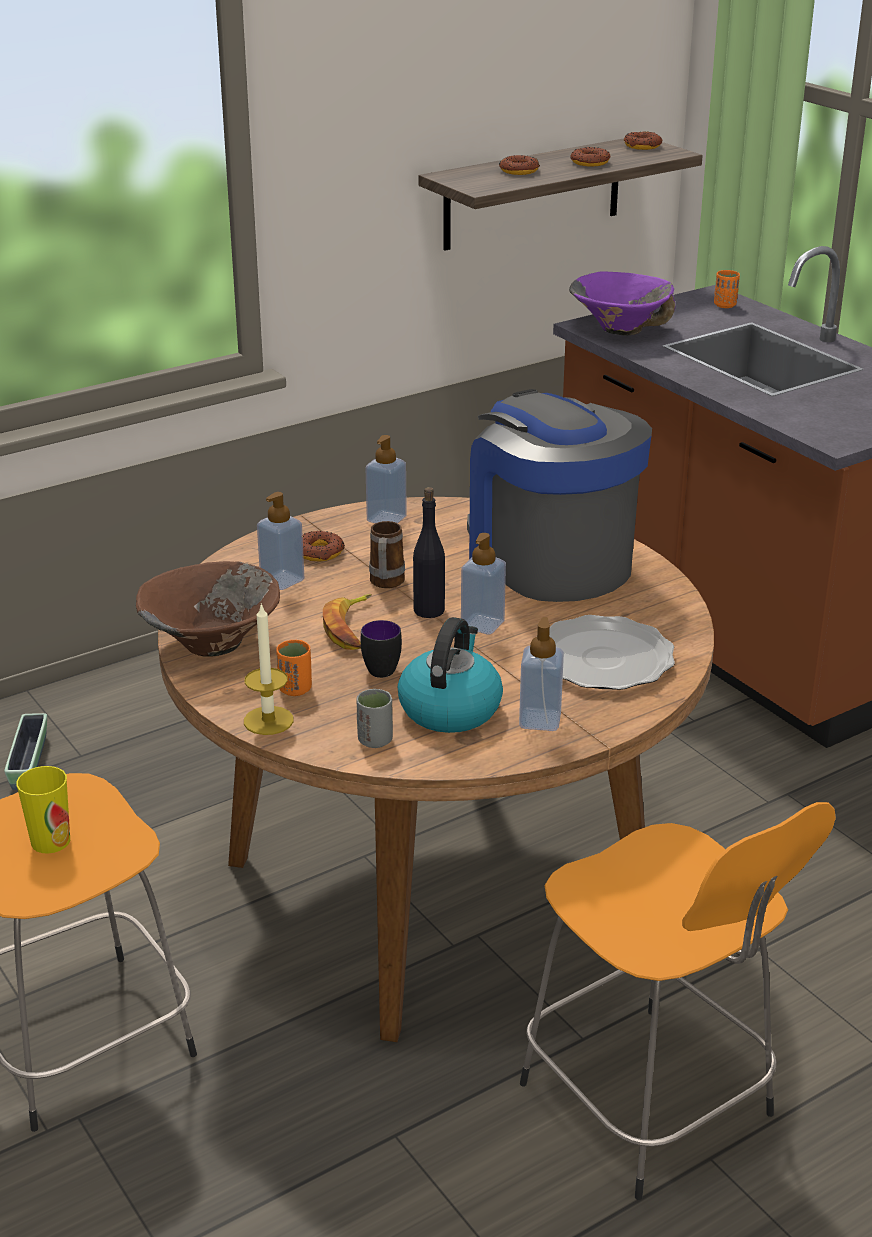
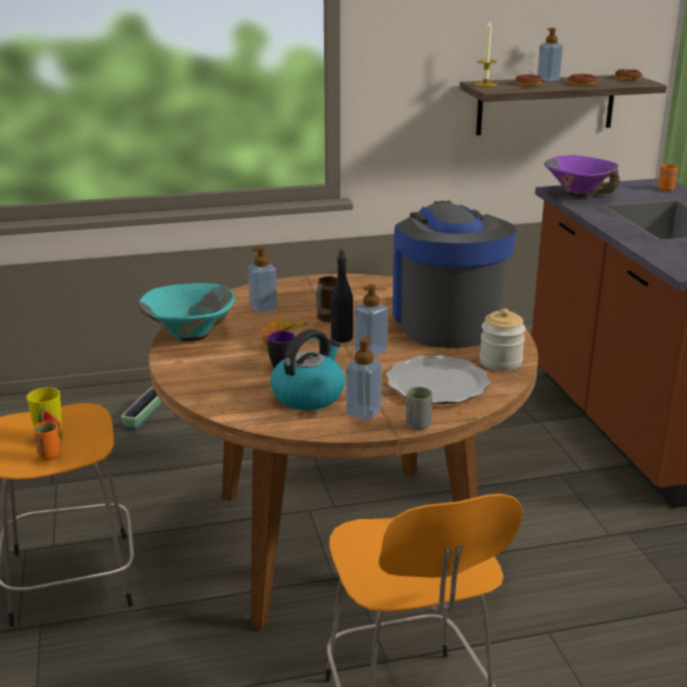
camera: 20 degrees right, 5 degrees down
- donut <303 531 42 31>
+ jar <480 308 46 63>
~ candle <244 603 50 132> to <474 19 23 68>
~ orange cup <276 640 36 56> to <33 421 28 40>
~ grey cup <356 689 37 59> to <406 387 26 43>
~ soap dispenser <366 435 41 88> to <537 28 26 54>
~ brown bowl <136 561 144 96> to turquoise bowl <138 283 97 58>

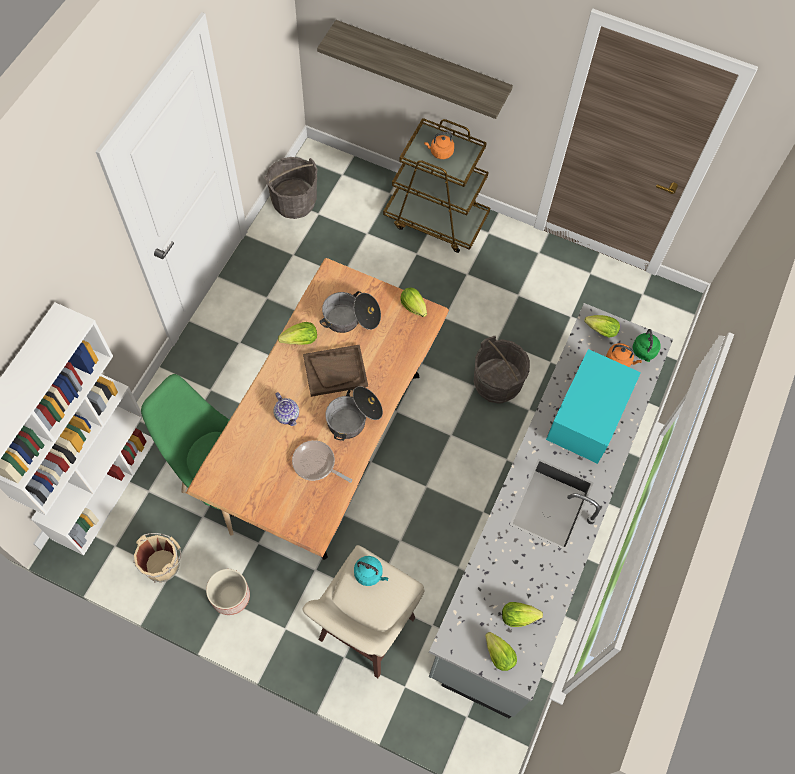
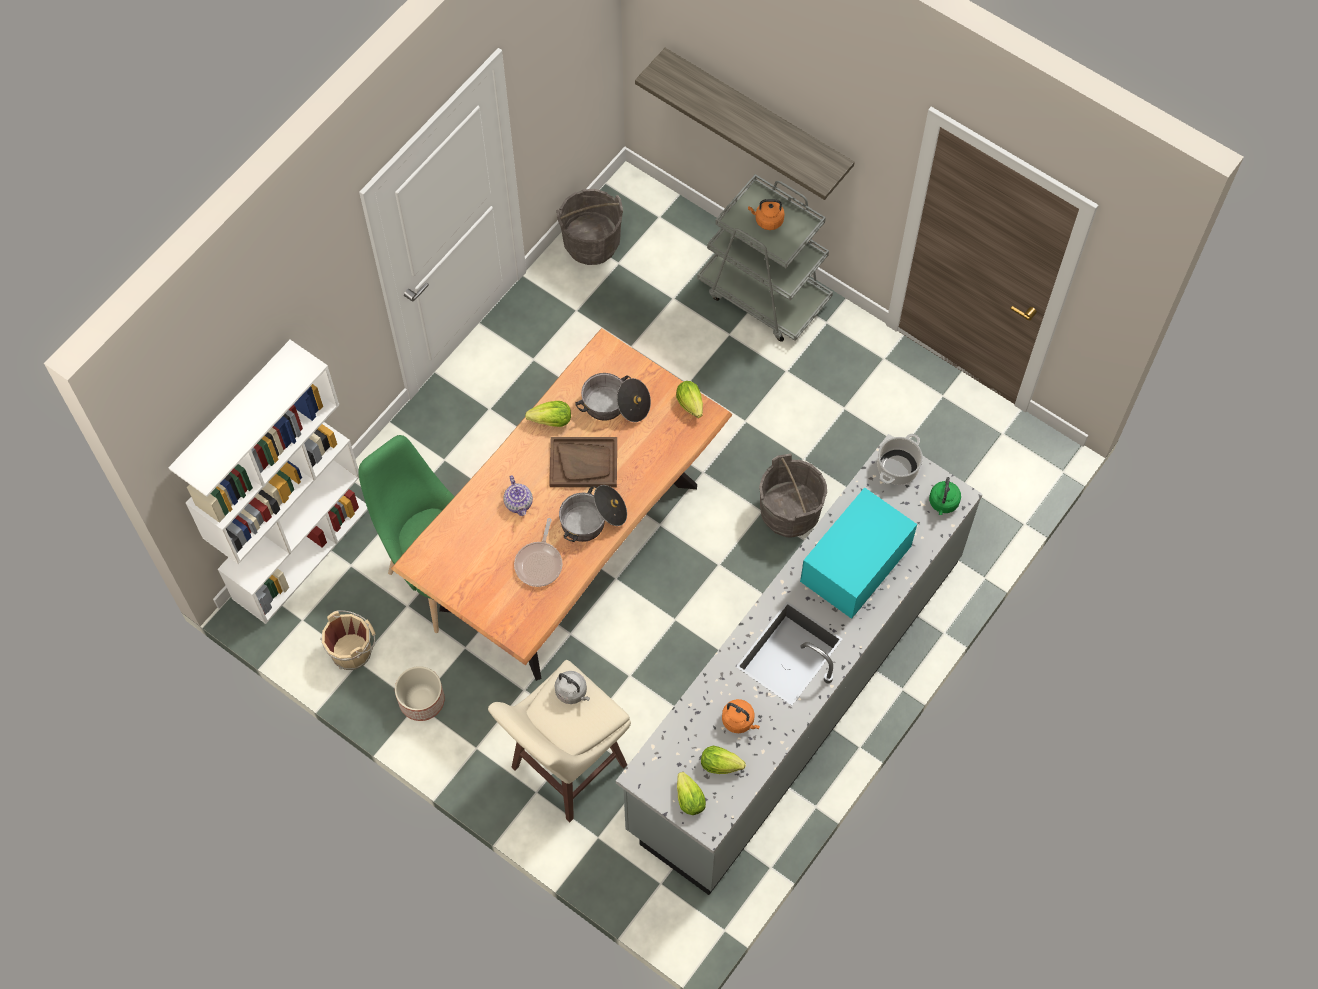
camera: 15 degrees right, 0 degrees up
~ orange kettle <606 343 36 24> to <722 699 38 34>
~ lettuce <584 315 36 22> to cooking pot <877 434 46 51>
~ turquoise kettle <354 556 34 30> to grey kettle <555 671 35 33>
~ brown cart <383 118 107 135> to grey cart <697 174 136 168>
~ frying pan <292 440 60 43> = <514 518 49 69> 120 degrees counterclockwise

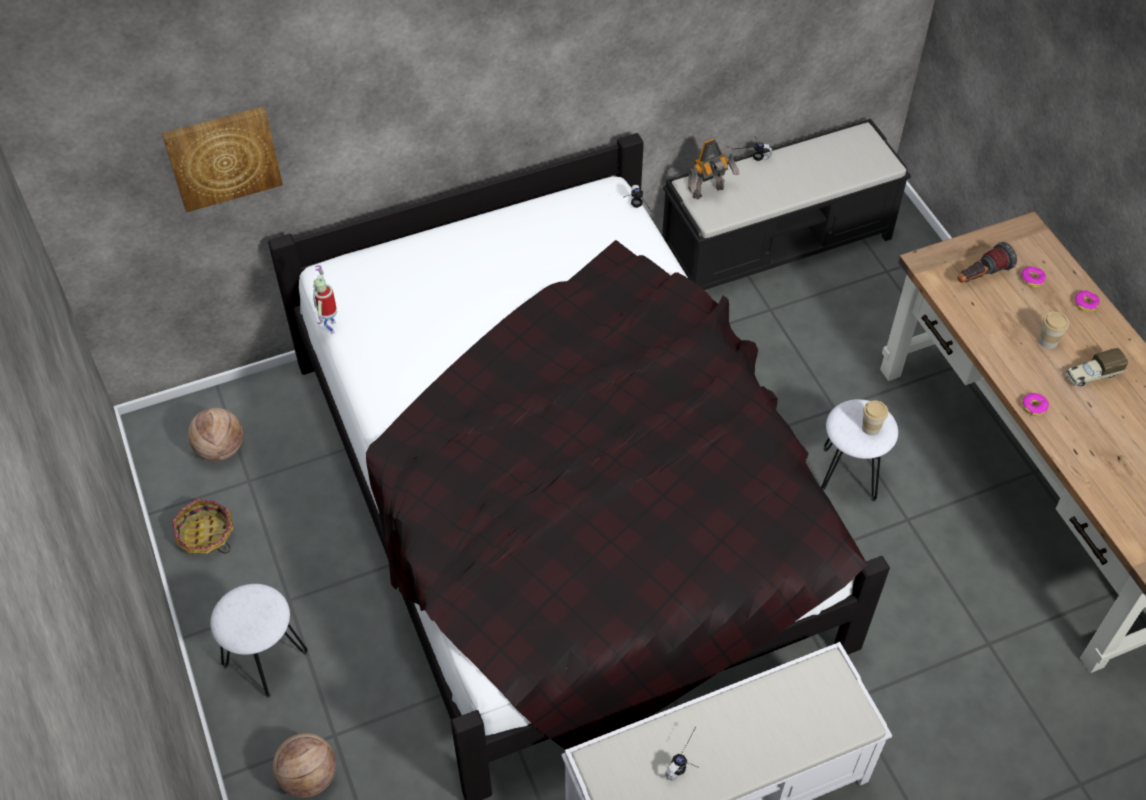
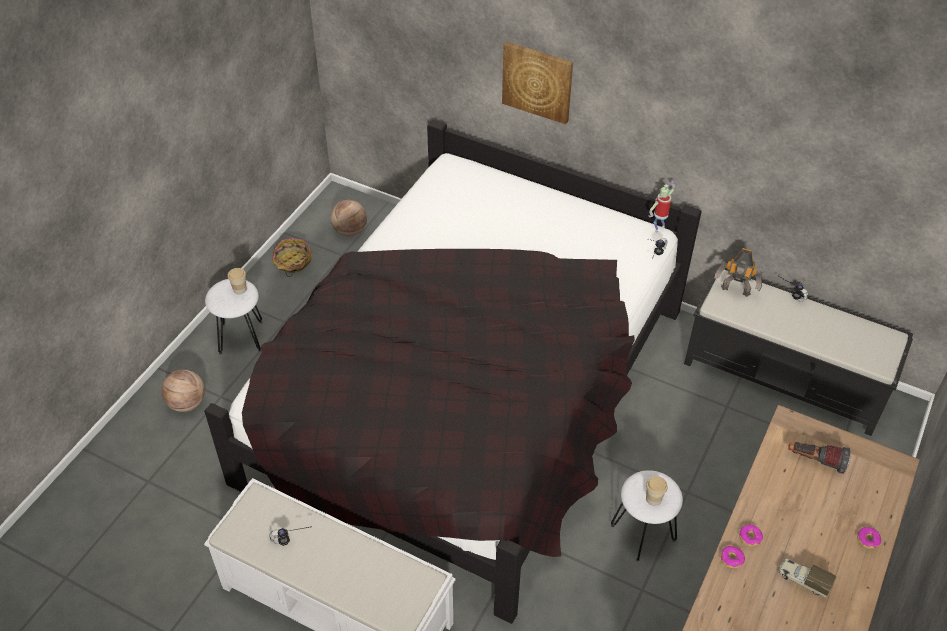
camera: 50 degrees right, 5 degrees down
~ picture <162 106 121 106> to <502 41 71 83>
~ toy robot <313 265 24 69> to <648 181 27 51>
~ donut <1020 266 26 21> to <739 524 24 23>
~ cup <1039 312 30 37> to <228 268 19 27>

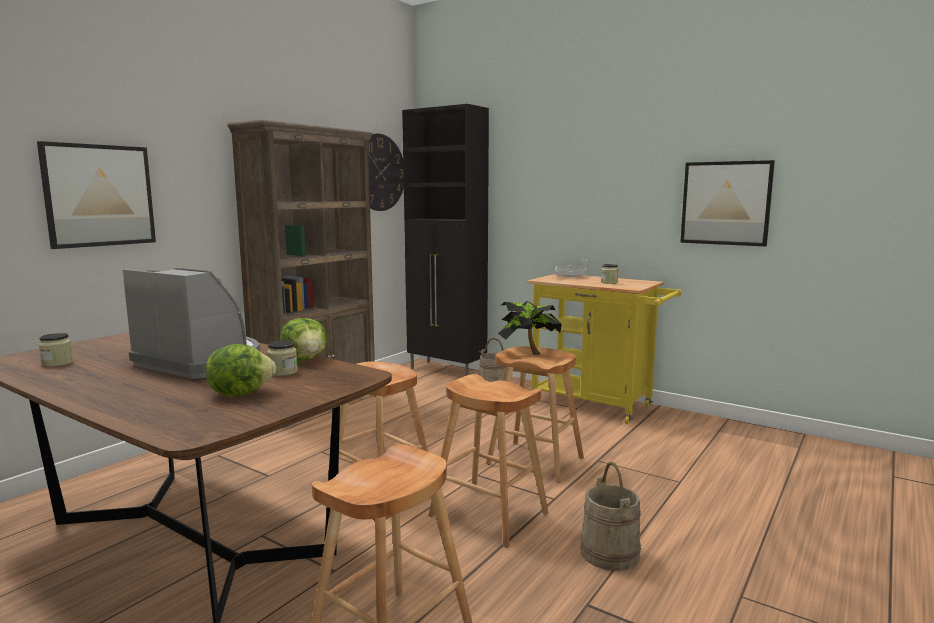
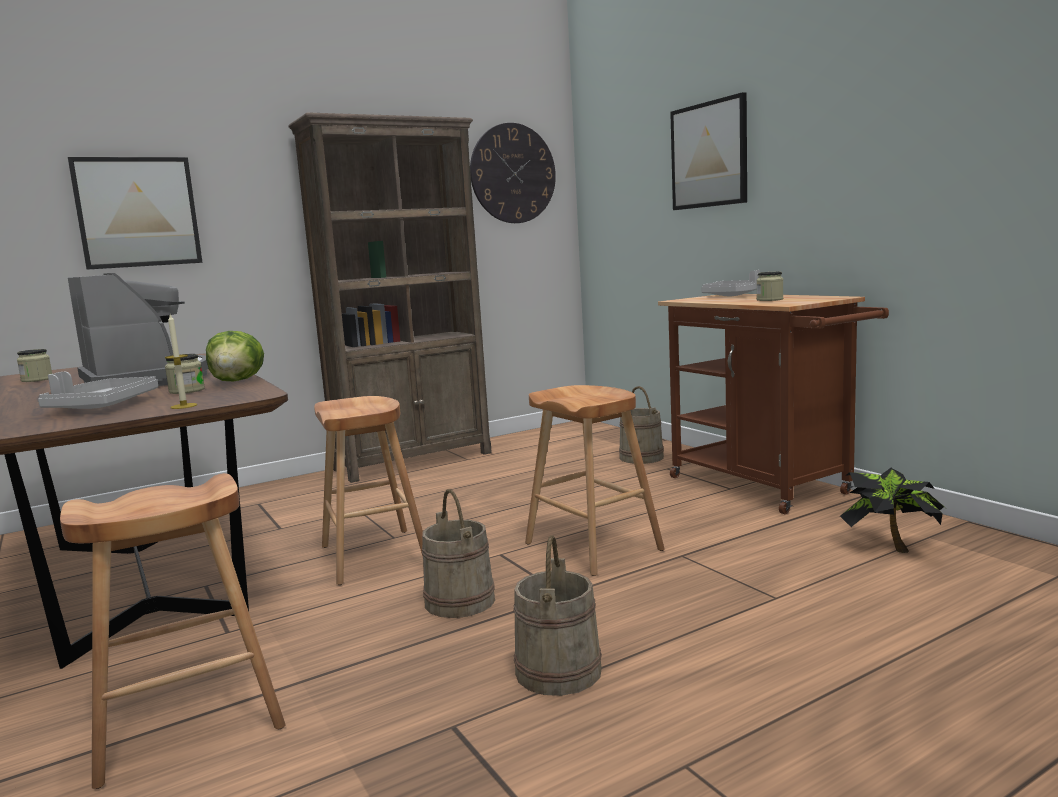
camera: 25 degrees right, 0 degrees up
- black cabinet <402 104 87 272>
+ candle <165 314 32 95>
~ potted plant <498 301 64 54> to <840 468 104 85>
~ picture <680 160 95 87> to <670 92 77 118>
~ lettuce <206 344 70 53> to grey tray <38 372 120 37>
~ brown stool <429 374 120 174> to beige bucket <422 489 73 129>
~ yellow cart <527 274 155 150> to brown cart <658 294 231 220>

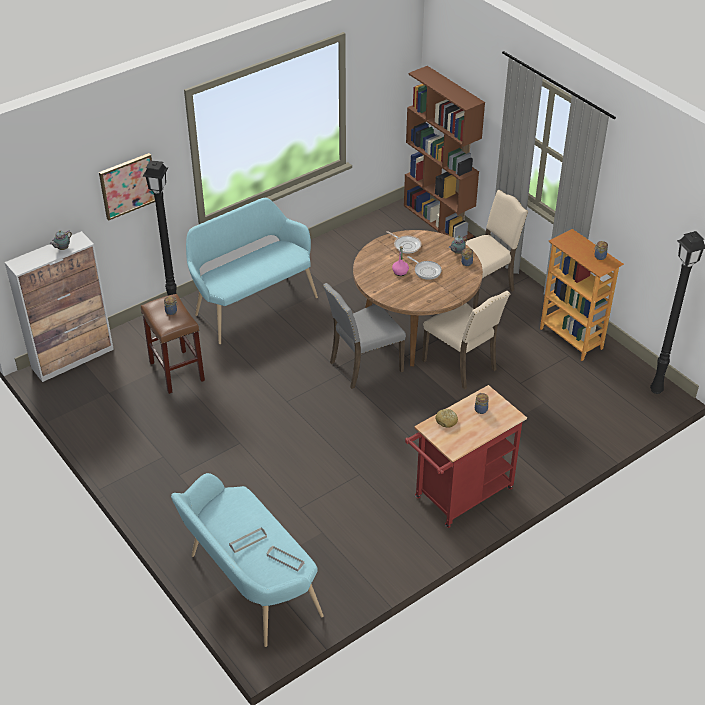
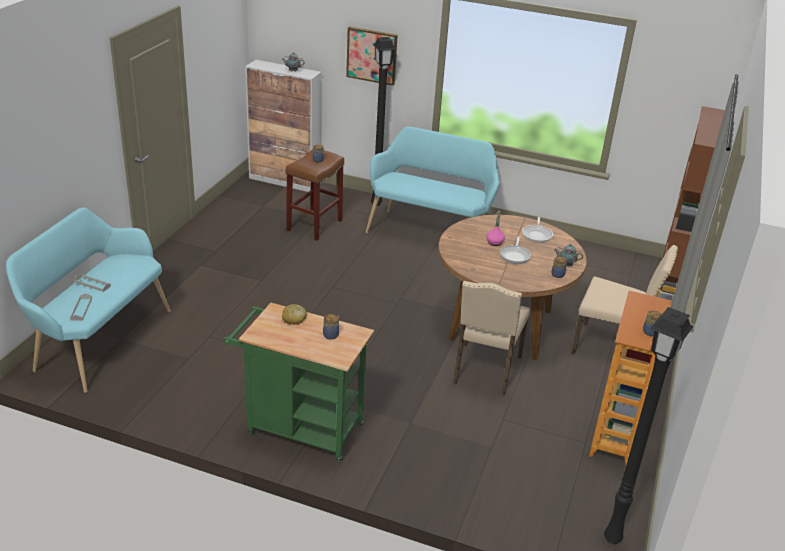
camera: 55 degrees right, 10 degrees down
- grey chair <323 283 83 106>
~ red cart <405 385 122 143> to green cart <224 303 150 160>

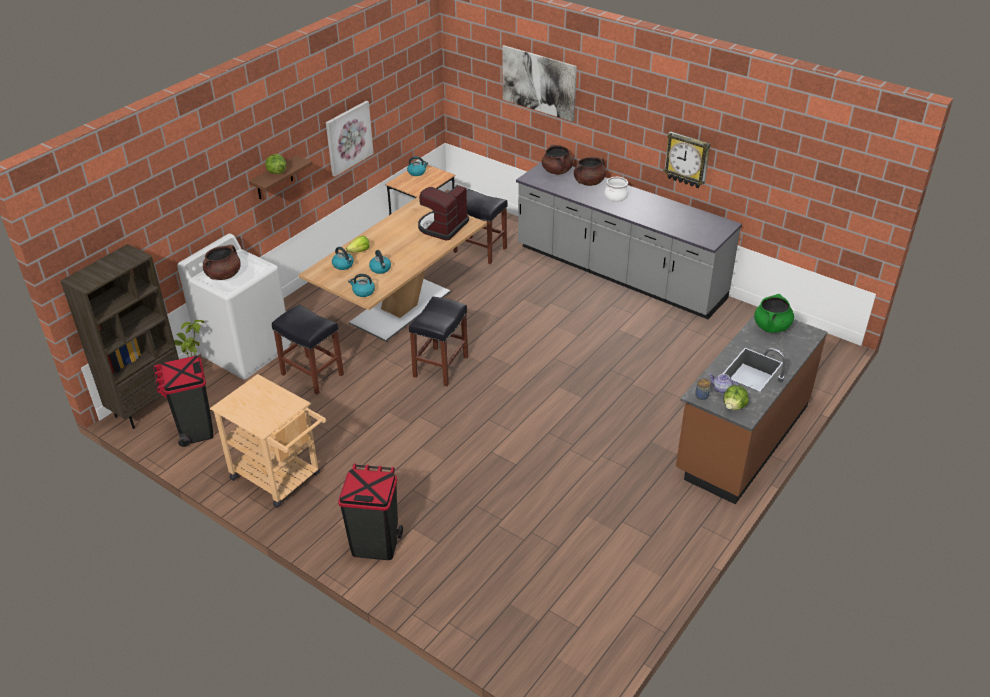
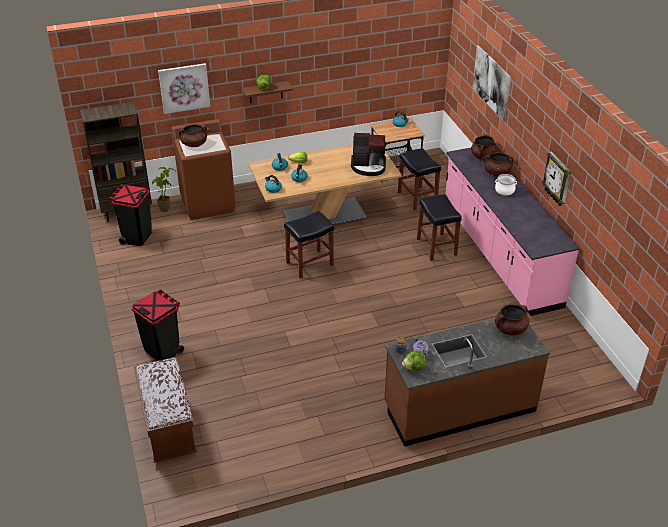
camera: 35 degrees right, 0 degrees up
- beige cart <210 374 116 134>
+ brown bench <133 357 64 106>
~ black stool <272 304 72 90> to <417 194 45 67>
~ picture <326 101 48 76> to <158 63 52 51>
~ white washing machine <177 233 114 147> to brown washing machine <172 119 64 101>
~ grey counter <516 162 226 157> to pink counter <446 148 133 168>
~ green cooking pot <754 294 40 39> to brown cooking pot <495 304 34 32>
~ coffee machine <418 185 51 56> = <351 133 35 43> 150 degrees counterclockwise

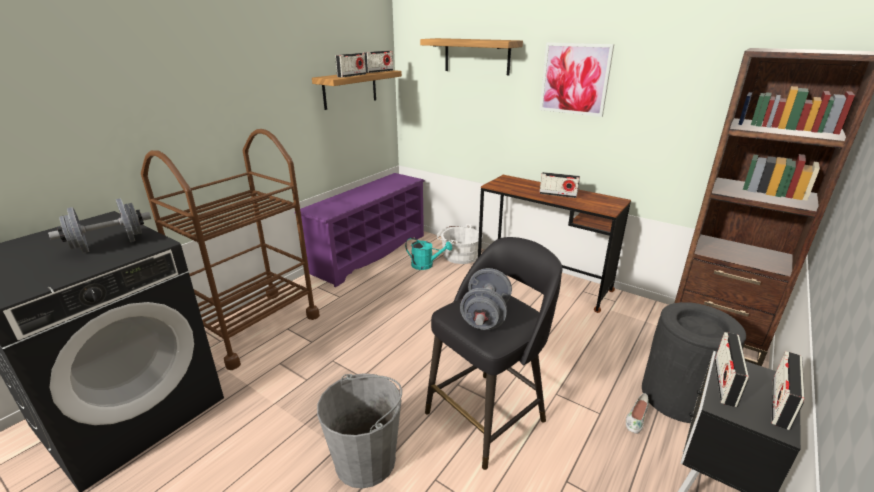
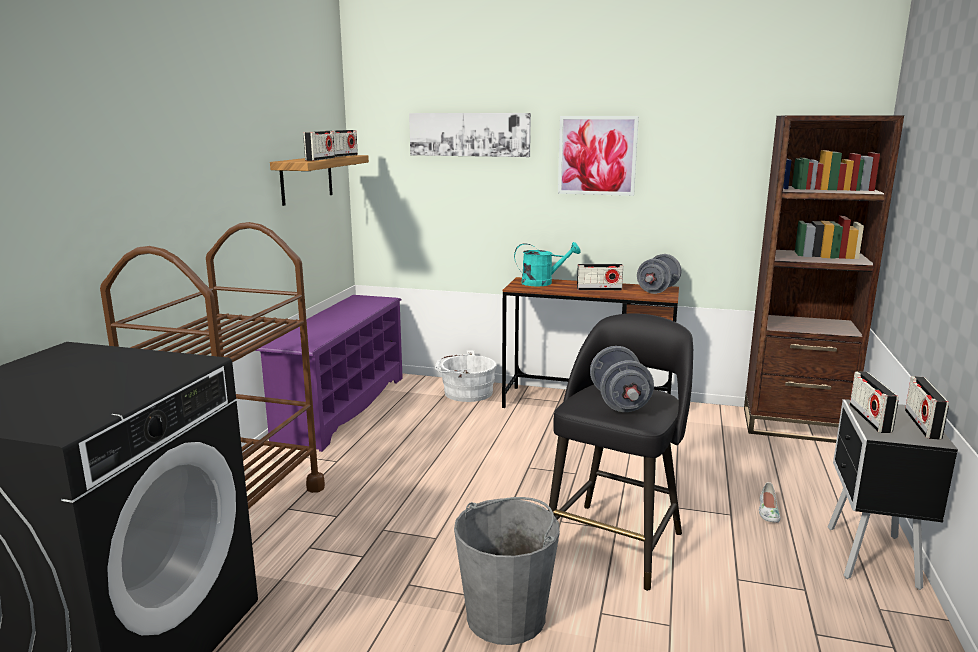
camera: 20 degrees left, 10 degrees down
- black trash can <642 302 104 121>
~ grey dumbbell <48 198 103 55> to <637 254 44 40>
~ turquoise watering can <405 238 47 32> to <514 242 66 44>
~ shelf <420 38 103 37> to picture <409 113 122 44>

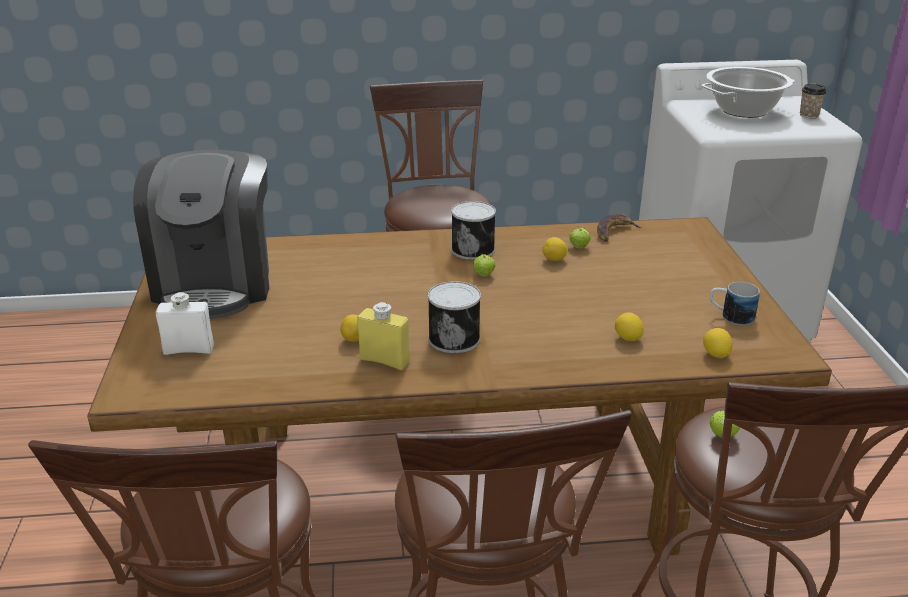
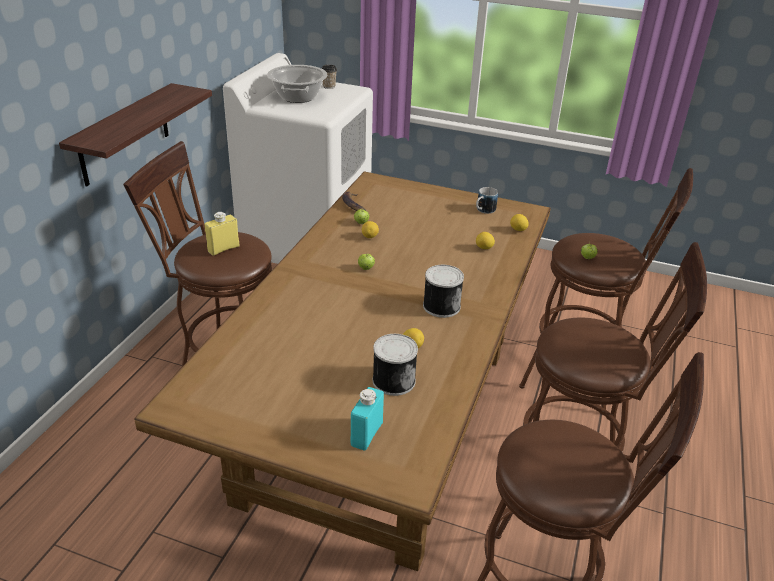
camera: 65 degrees left, 5 degrees up
- coffee machine <133 150 136 169>
+ shelf <59 83 153 103>
~ yellow bottle <357 302 53 68> to <204 212 36 44>
~ can <451 201 45 59> to <373 334 45 62>
~ white bottle <156 292 58 63> to turquoise bottle <350 387 34 64>

